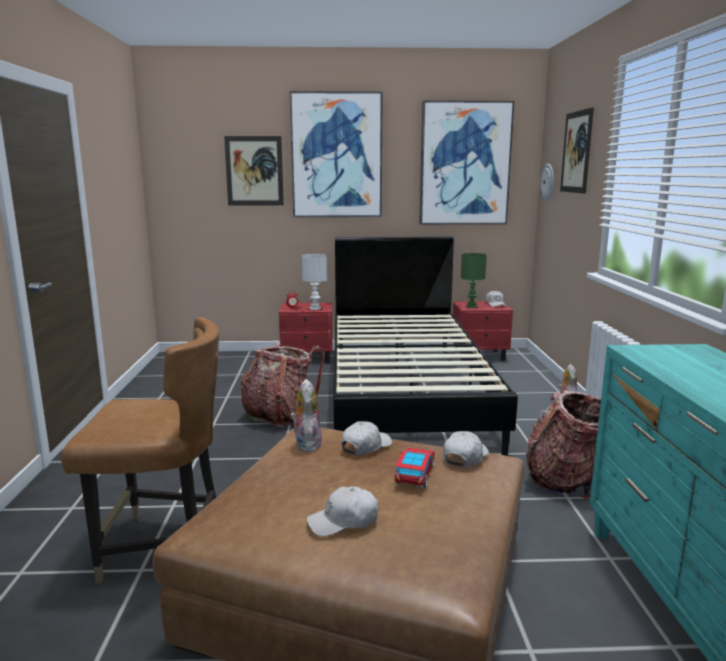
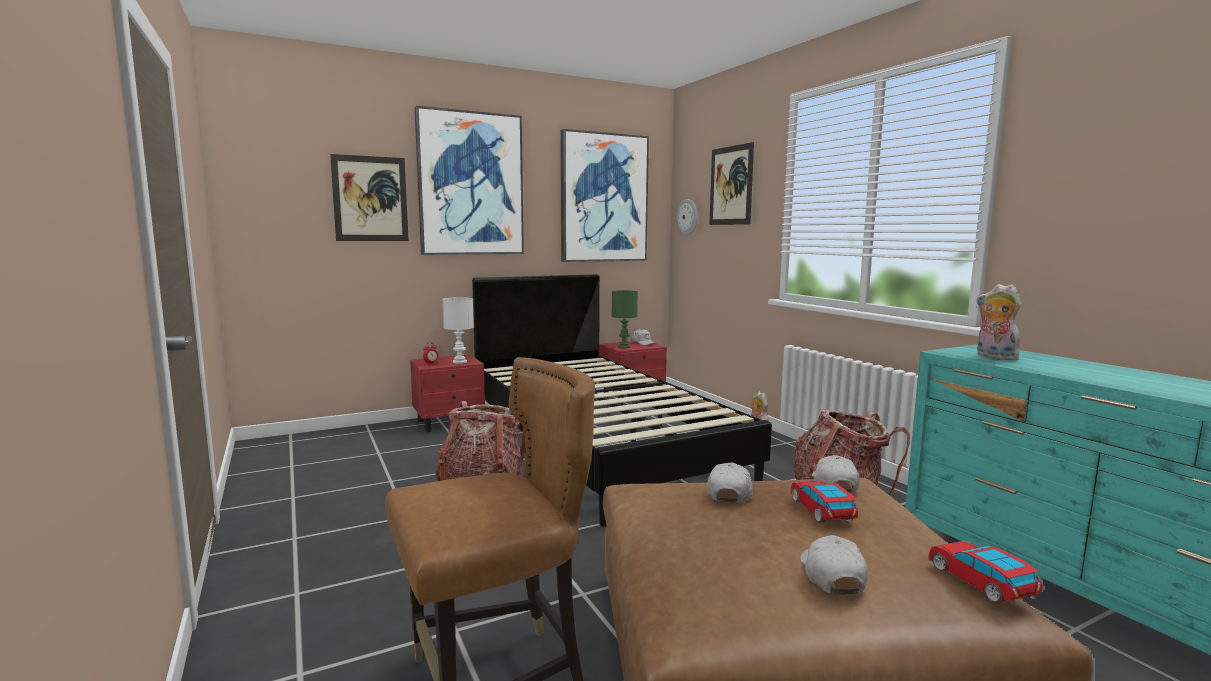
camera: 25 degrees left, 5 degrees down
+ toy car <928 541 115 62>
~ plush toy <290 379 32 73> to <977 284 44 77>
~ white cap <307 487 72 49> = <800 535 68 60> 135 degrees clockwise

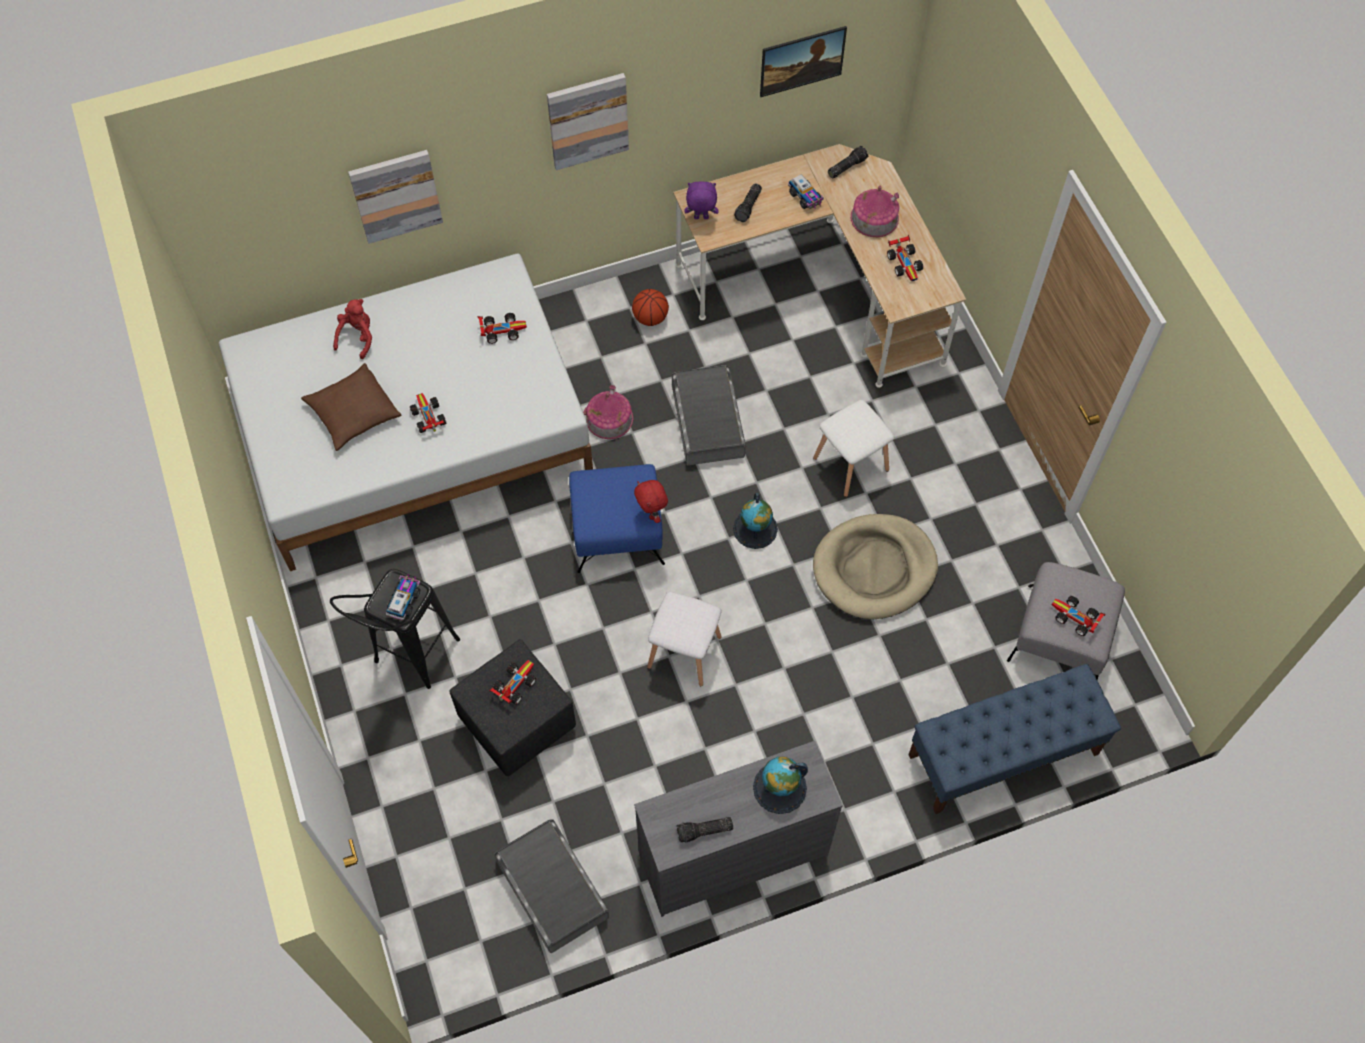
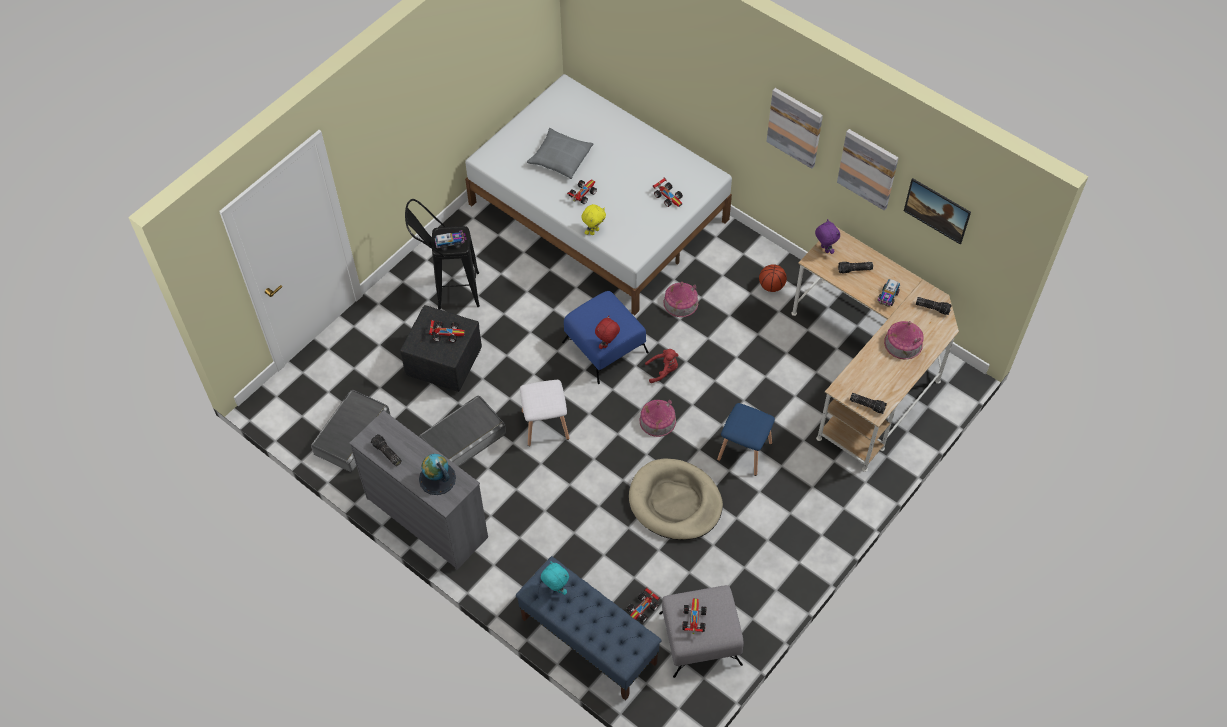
camera: 60 degrees right, 5 degrees down
+ turquoise plush toy <541 561 28 34>
+ yellow plush toy <581 204 25 31>
+ flashlight <850 393 37 21>
~ red plush toy <333 299 39 60> to <645 349 34 34>
~ picture <348 150 95 94> to <837 129 62 81>
~ grey storage box <672 365 74 100> to <419 395 87 72>
~ toy car <887 235 36 46> to <626 587 34 36>
~ globe <733 493 45 56> to toy house <640 399 36 38>
~ brown pillow <301 363 100 88> to grey pillow <527 128 66 51>
~ white stool <813 400 81 97> to blue stool <717 403 58 73>

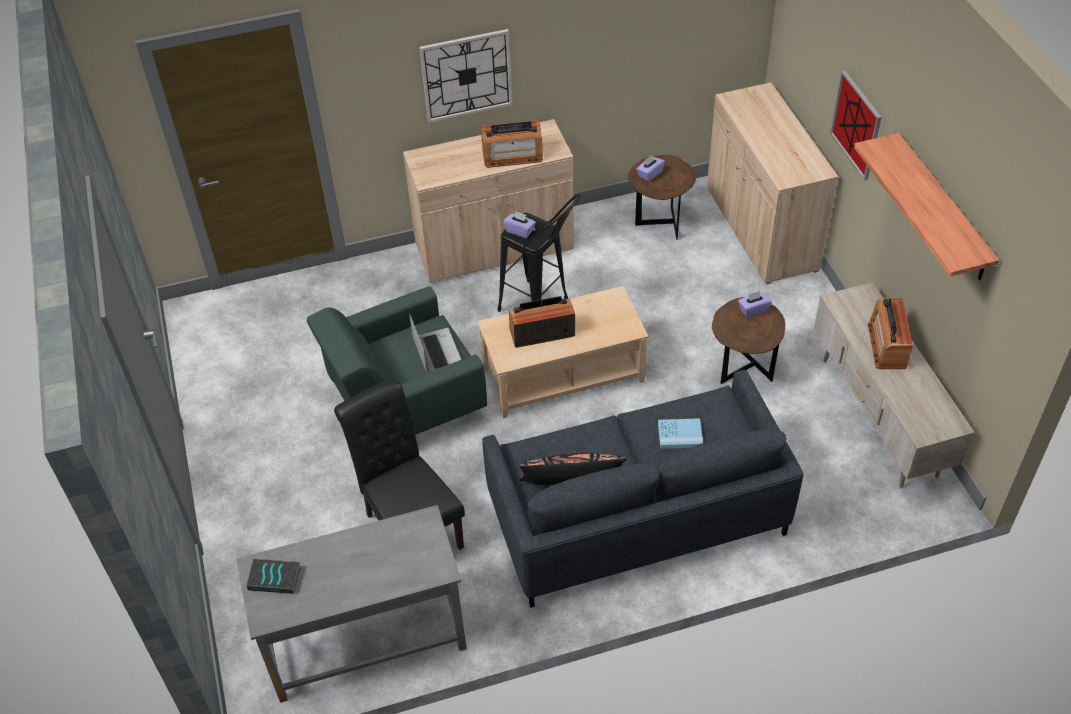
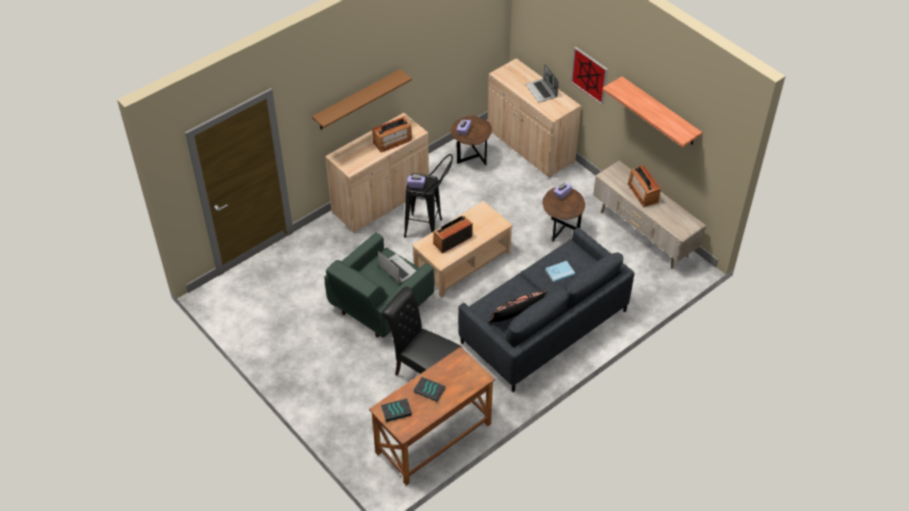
camera: 25 degrees left, 0 degrees up
+ book <413 377 32 25>
+ laptop <525 64 34 38>
~ wall clock <419 29 94 94> to brown shelf <312 69 100 60>
~ grey desk <237 505 230 198> to brown desk <369 347 126 138>

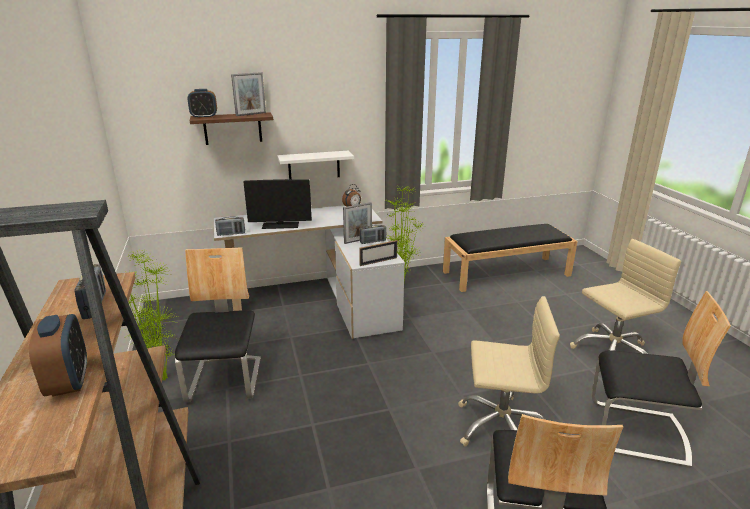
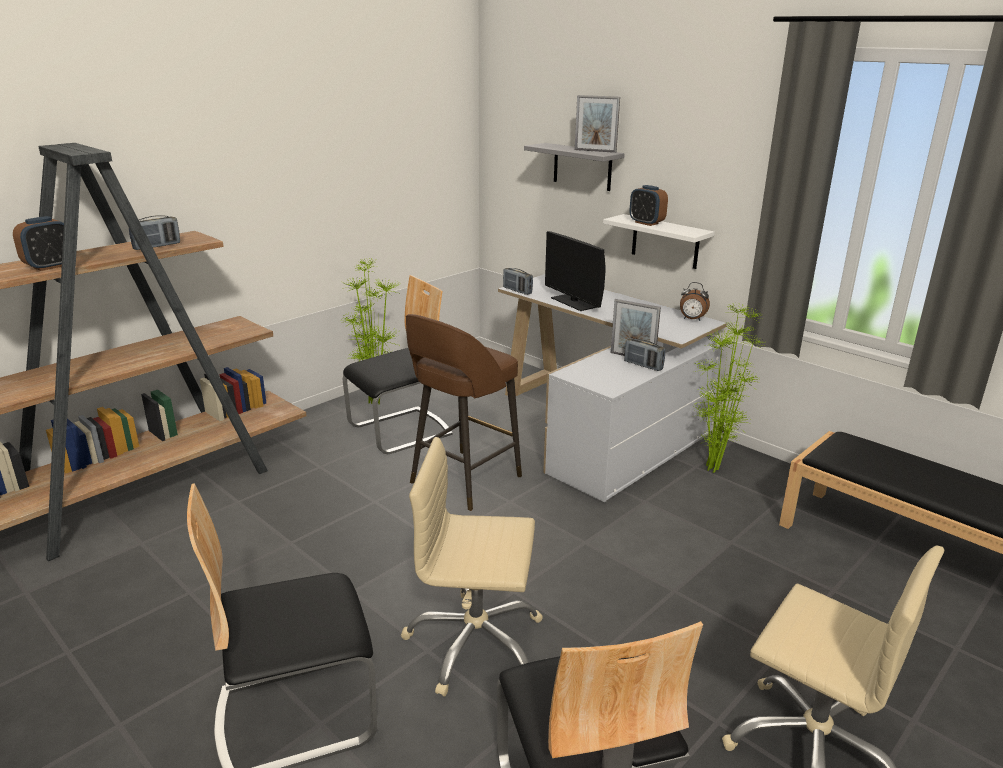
camera: 60 degrees right, 0 degrees up
- picture frame <359 240 38 26>
+ brown stool <406 314 116 197>
~ alarm clock <188 89 29 30> to <630 185 38 41>
~ brown shelf <190 112 83 33> to grey shelf <524 143 101 48>
~ beige office chair <458 296 102 151> = <401 437 142 260> 120 degrees clockwise

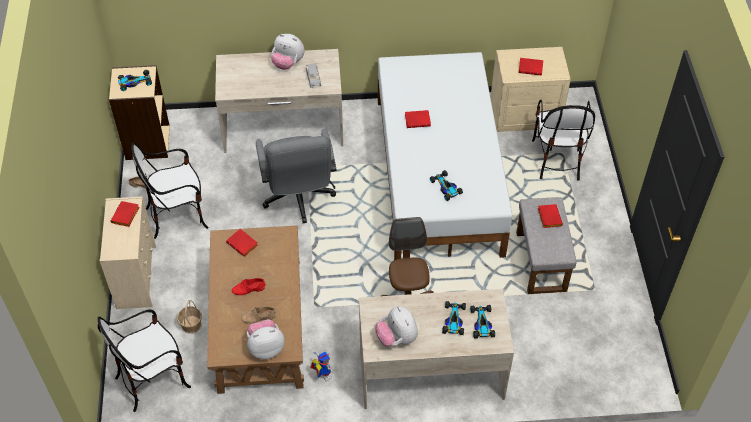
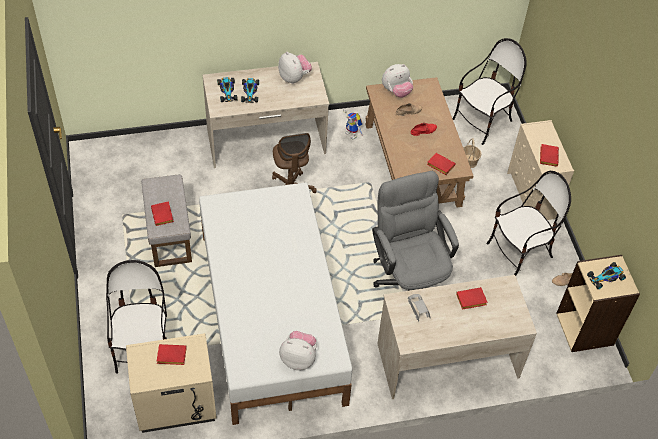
camera: 170 degrees right, 0 degrees up
- toy car <430 170 33 31>
~ plush toy <271 34 34 36> to <279 331 38 39>
~ red book <405 110 26 18> to <456 287 32 23>

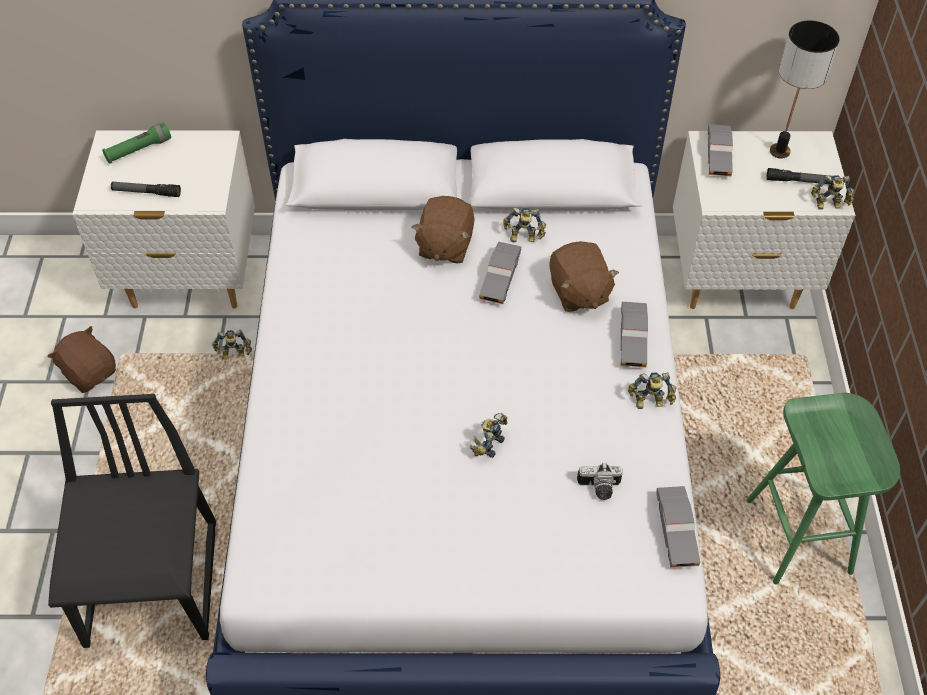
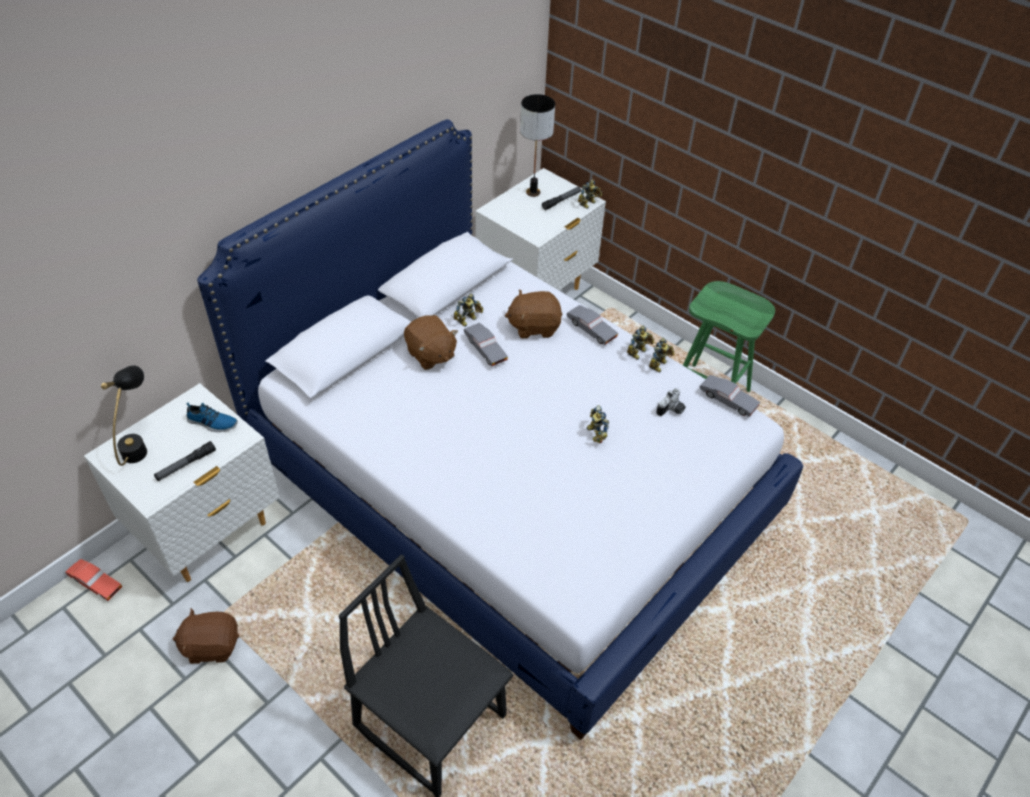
camera: 50 degrees left, 5 degrees down
- grey toy car <708 124 25 52>
+ red toy car <65 559 57 42>
+ shoe <186 403 52 29>
~ toy robot <212 329 40 30> to <649 338 25 35>
~ green flashlight <102 122 69 42> to black table lamp <101 365 46 101>
~ brown plush toy <549 241 70 71> = <505 289 58 49> 150 degrees clockwise

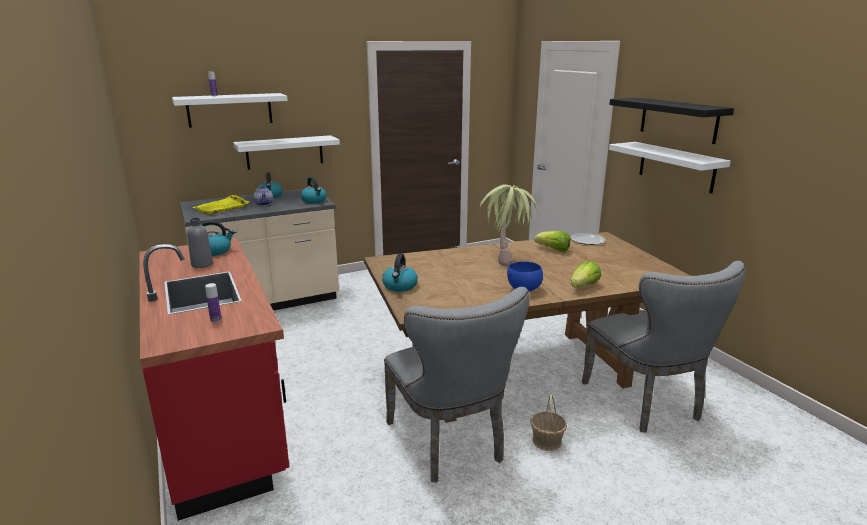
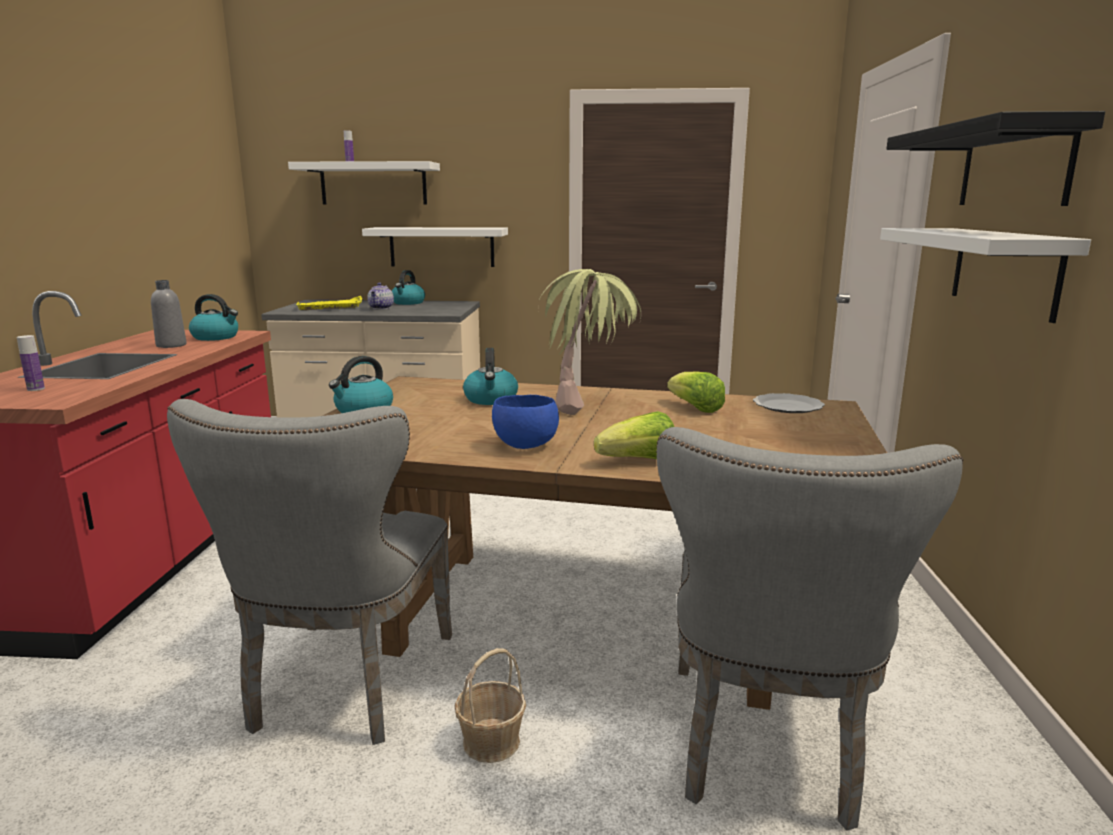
camera: 30 degrees right, 5 degrees down
~ kettle <301 177 25 26> to <463 348 55 57>

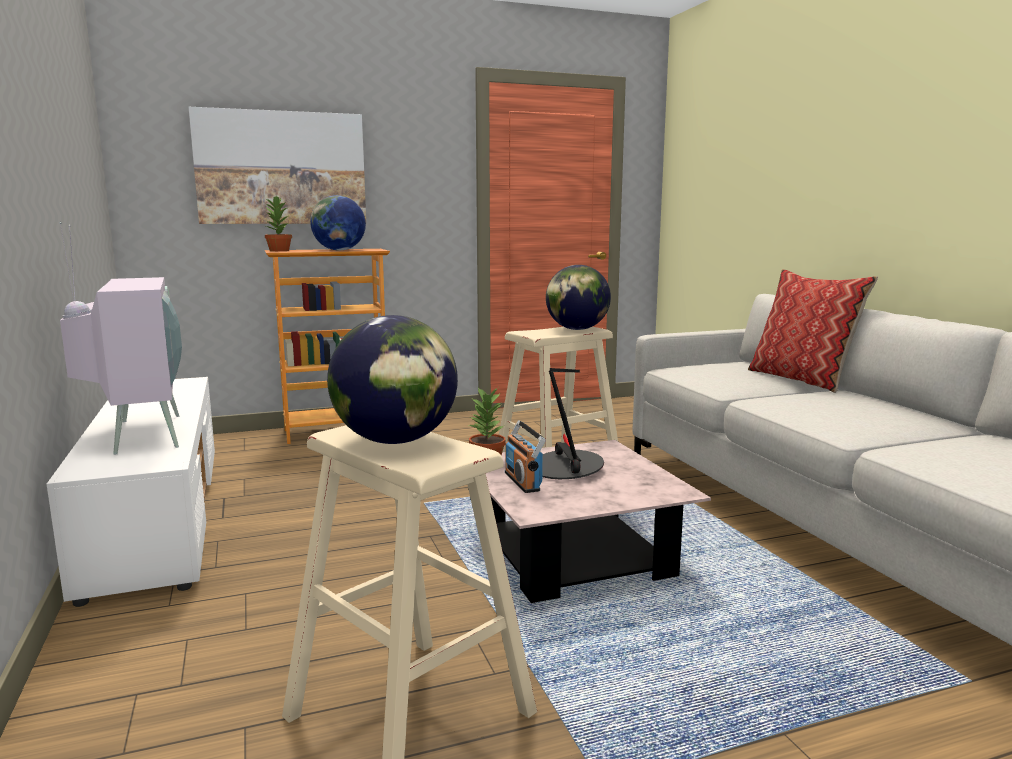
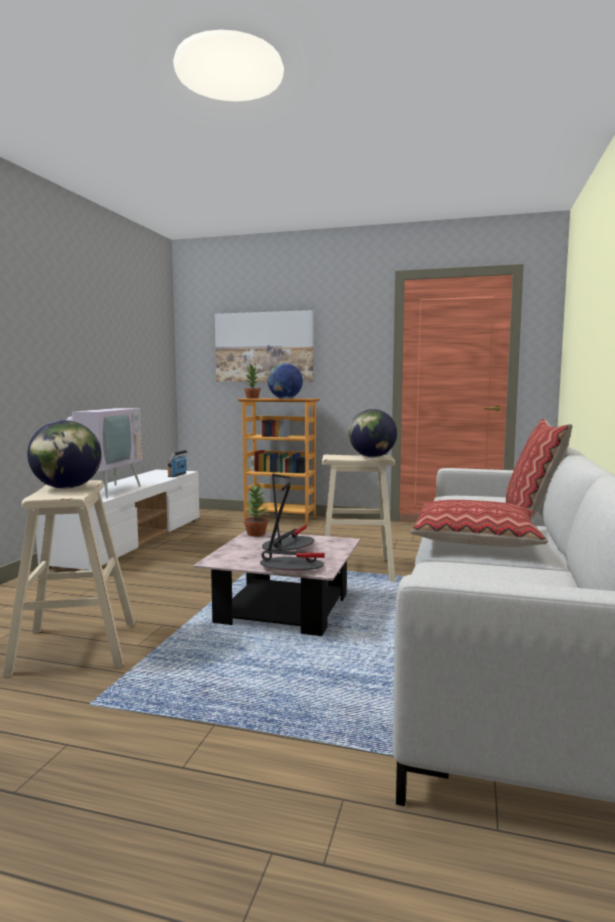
camera: 35 degrees right, 5 degrees down
+ table lamp <260 483 65 87>
+ pillow <410 500 138 47>
~ radio <505 420 41 73> to <168 450 20 27>

